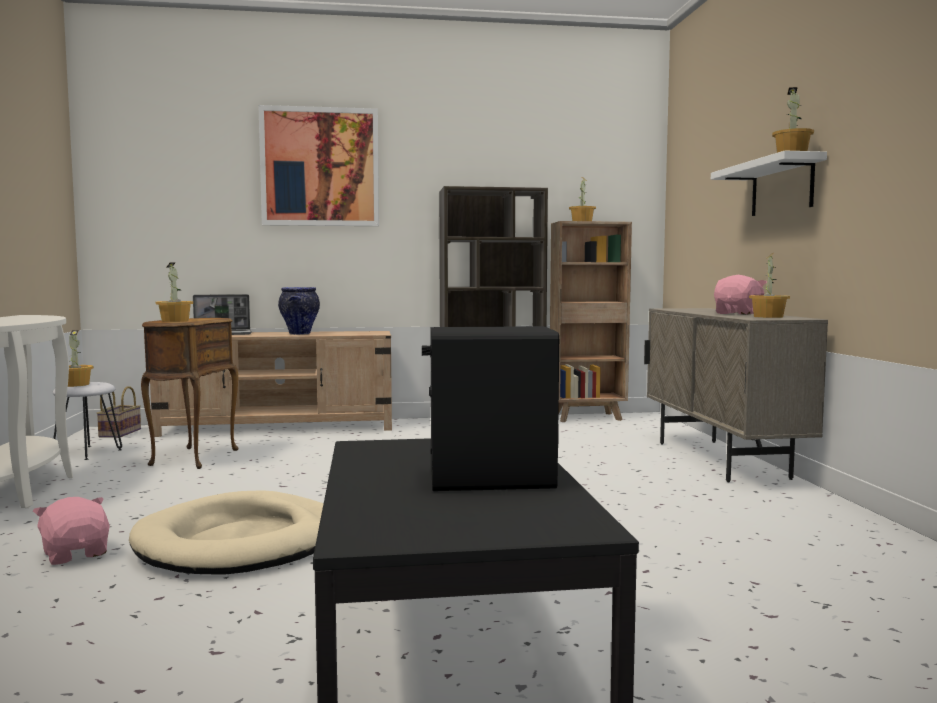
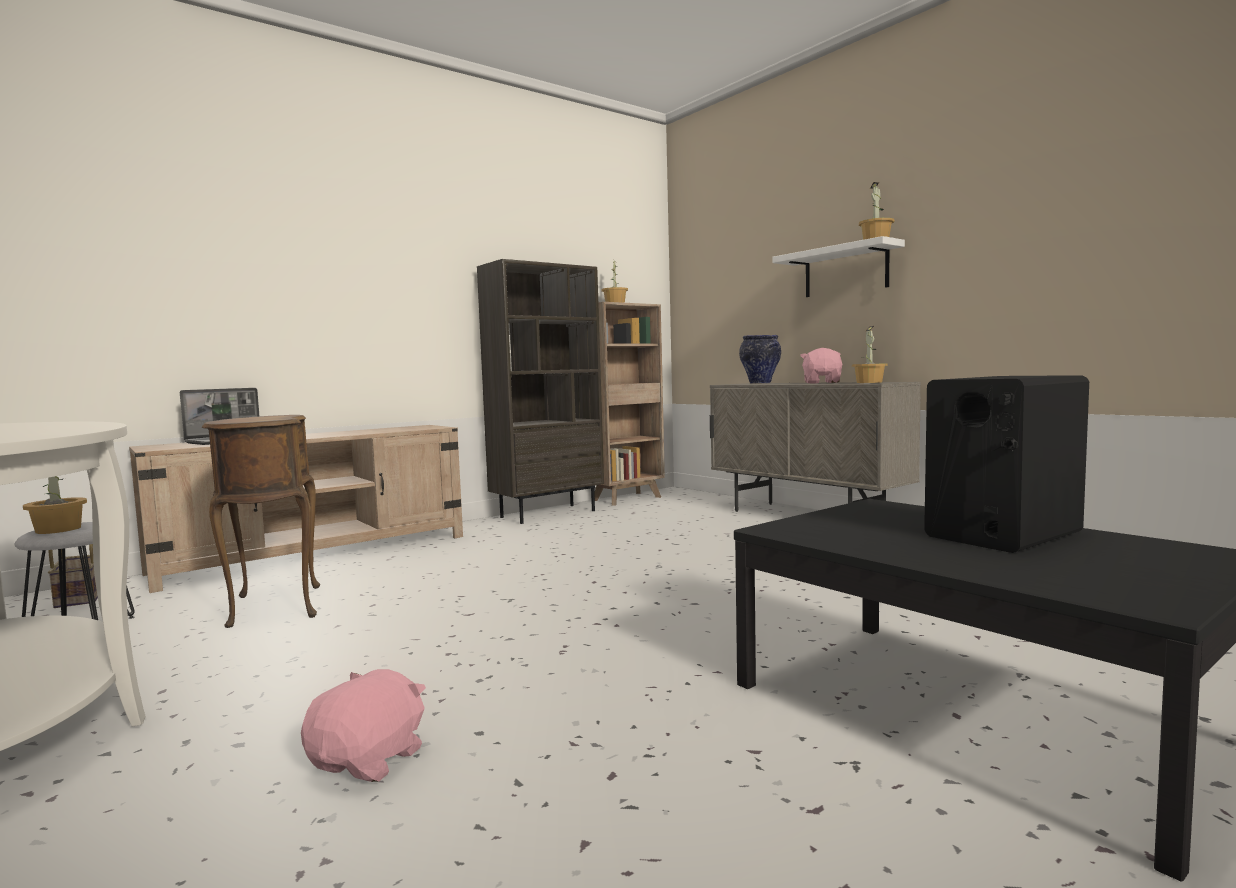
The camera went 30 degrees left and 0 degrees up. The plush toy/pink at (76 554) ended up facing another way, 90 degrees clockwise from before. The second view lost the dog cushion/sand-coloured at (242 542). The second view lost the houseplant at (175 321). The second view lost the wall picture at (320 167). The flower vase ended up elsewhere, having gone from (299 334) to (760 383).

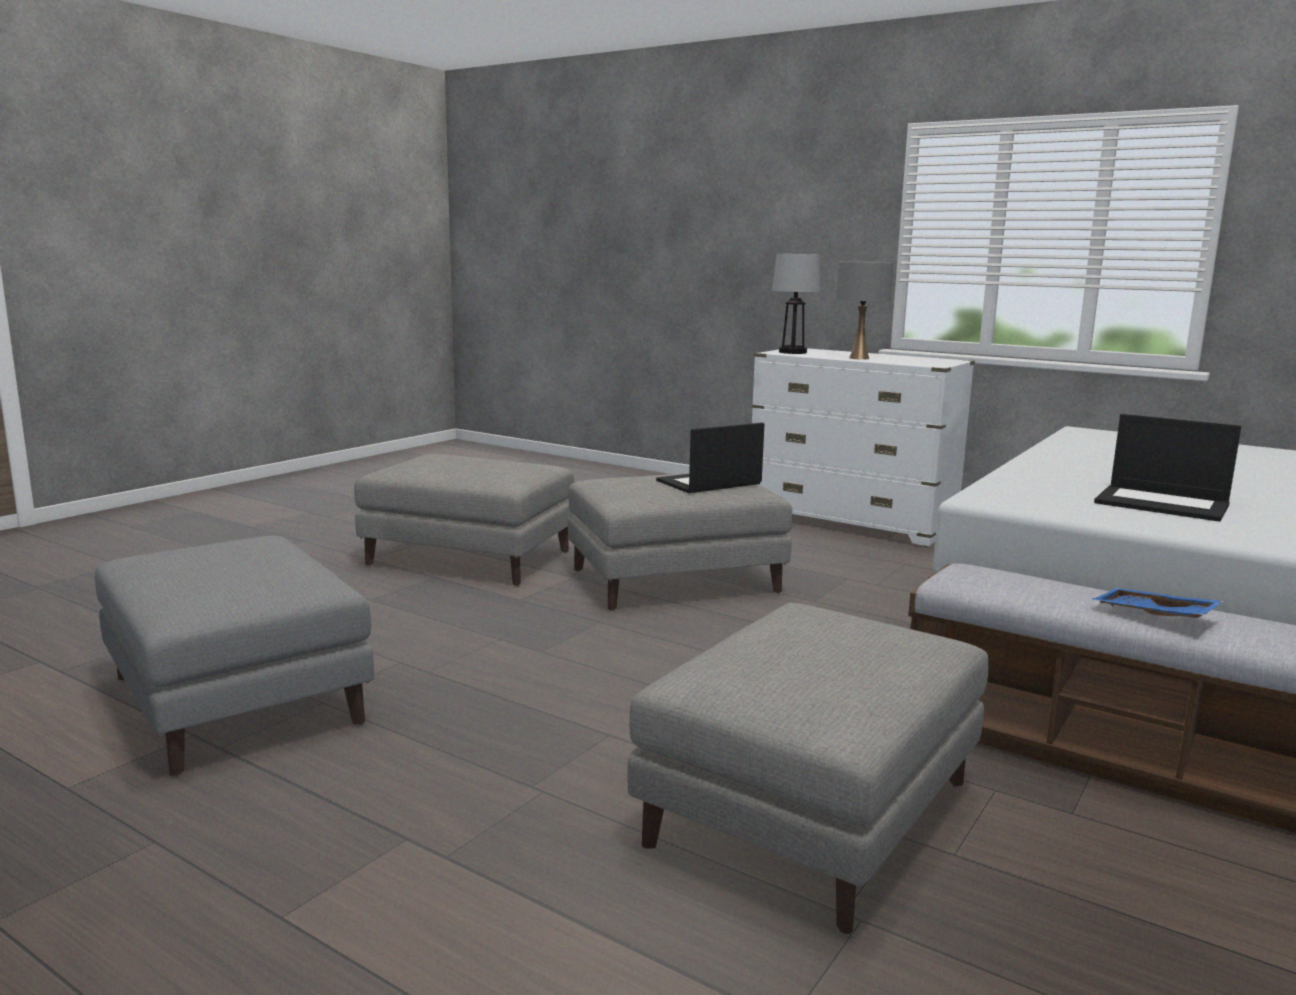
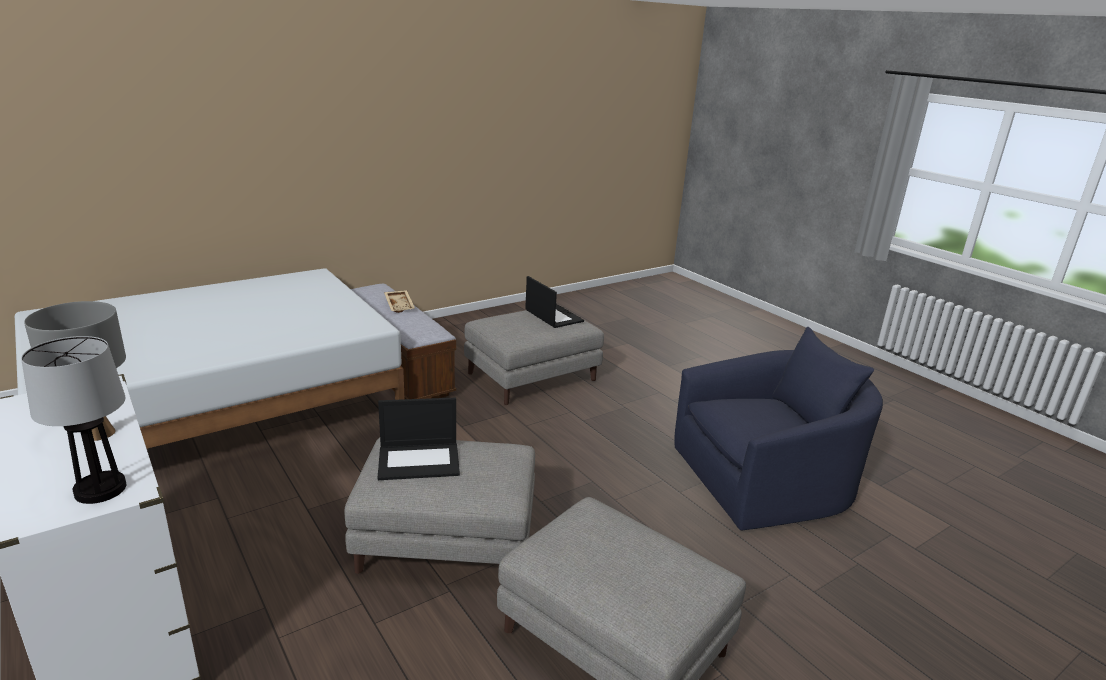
The camera went 160 degrees left and 10 degrees up. Where the footrest/gray stood at (234 700), the lounge chair/blue came to stand at (766 482). What was the tray/blue at (1153 616) turned into the tray/sand-coloured at (400 306). The notebook computer ended up elsewhere, having gone from (1163 504) to (553 316).

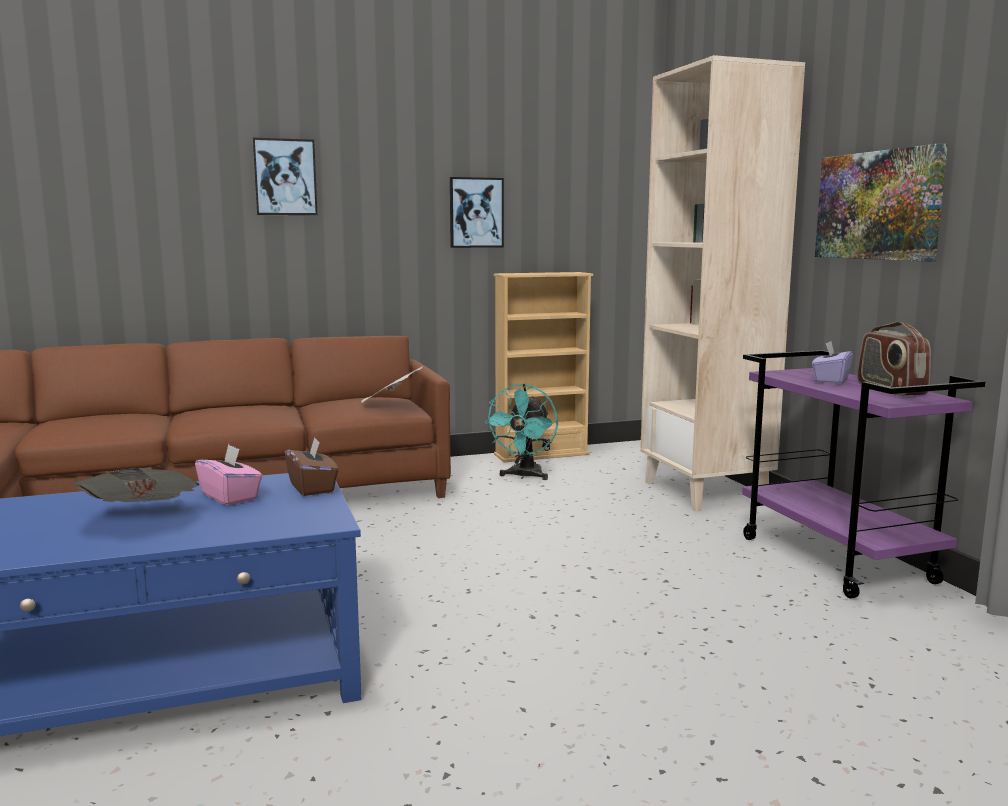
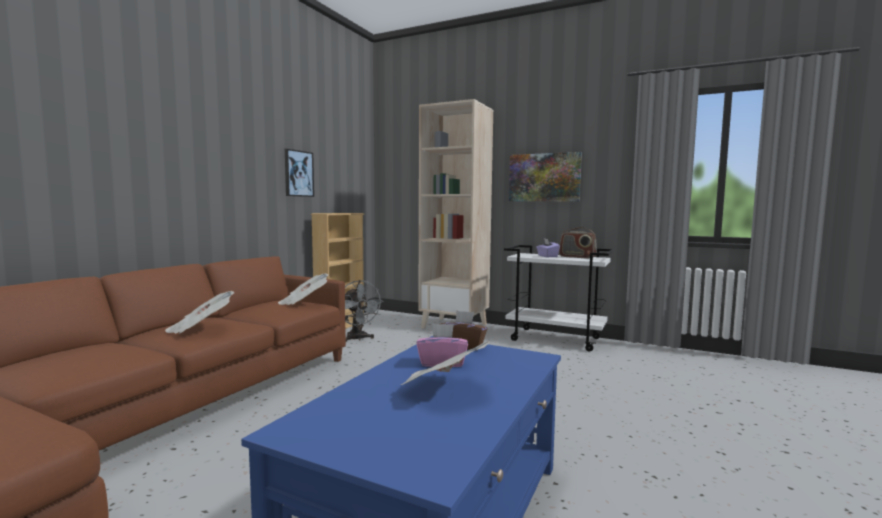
The camera went 45 degrees left and 5 degrees down. The second view lost the wall picture at (285 177). What was the electric fan/turquoise at (524 476) turned into the electric fan/gray at (358 339). What was the wheeled cart/purplish at (838 560) turned into the wheeled cart/white-coloured at (556 339). The second view gained the daily paper at (200 329).

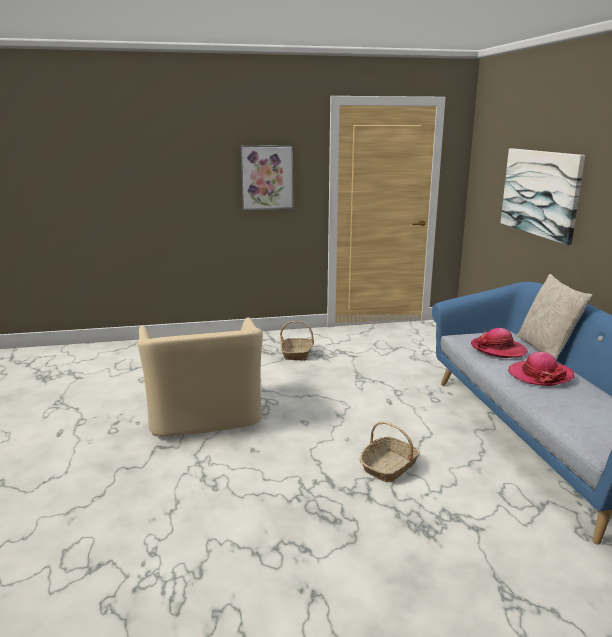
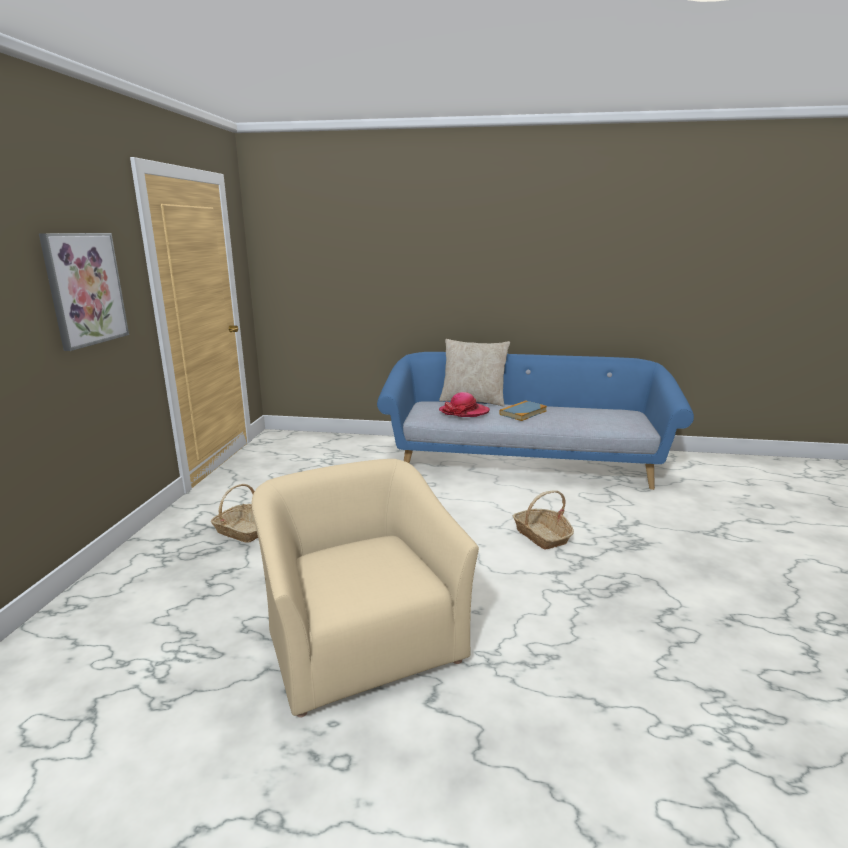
The camera went 70 degrees left and 0 degrees up. The lounge chair/sand-coloured at (204 415) ended up facing another way, 120 degrees counterclockwise from before. The second view lost the wall picture at (540 193). Where the hat stood at (540 375), the bound book came to stand at (523 413).

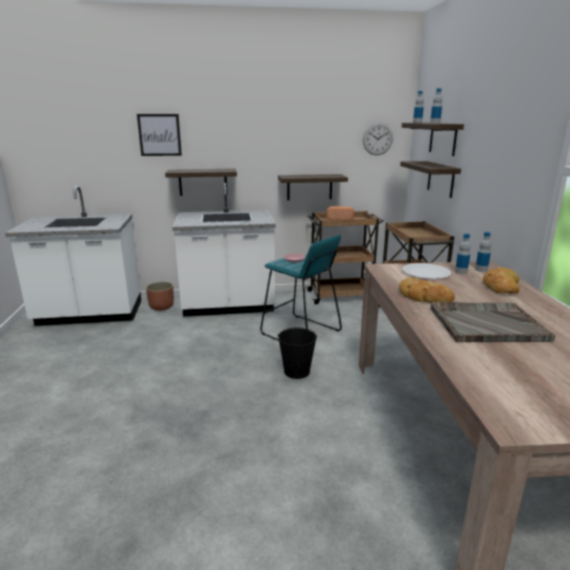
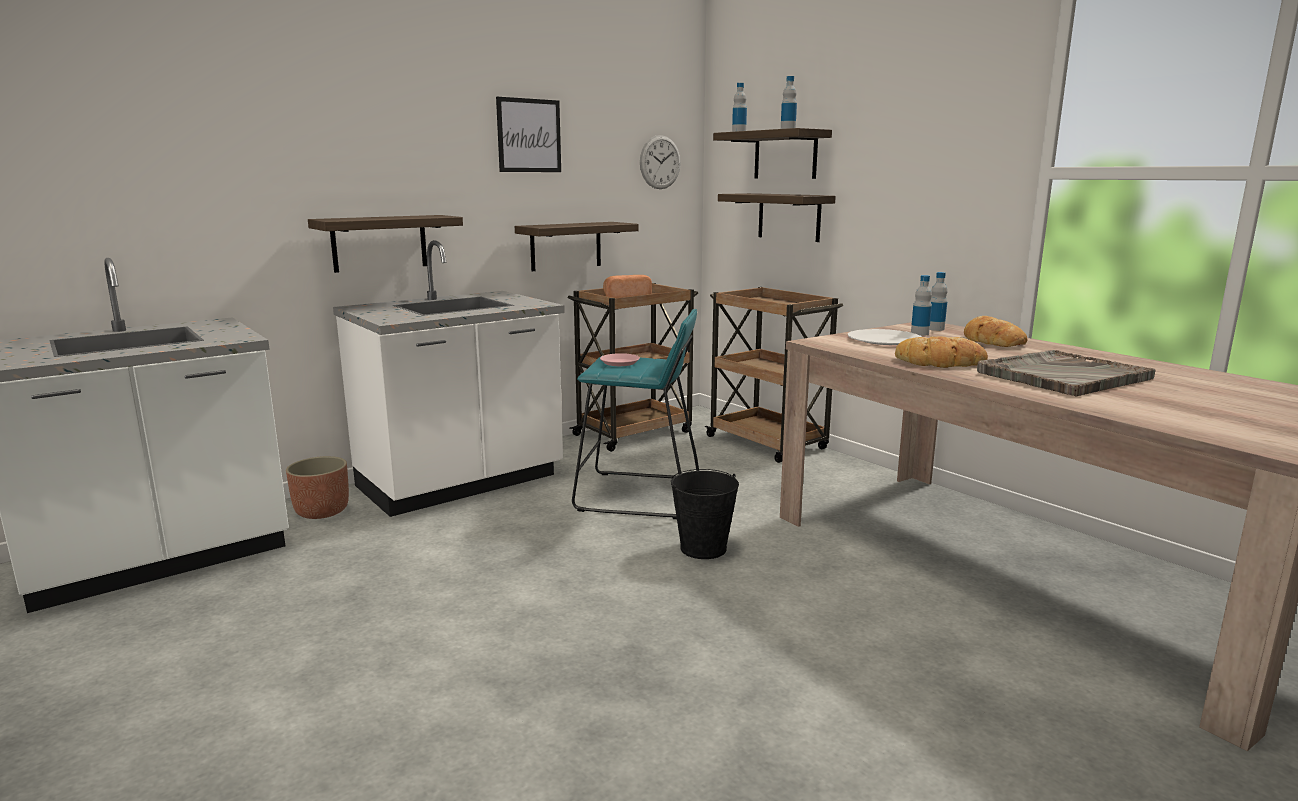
The camera went 30 degrees left and 5 degrees down. The wall picture ended up elsewhere, having gone from (159 135) to (529 135).

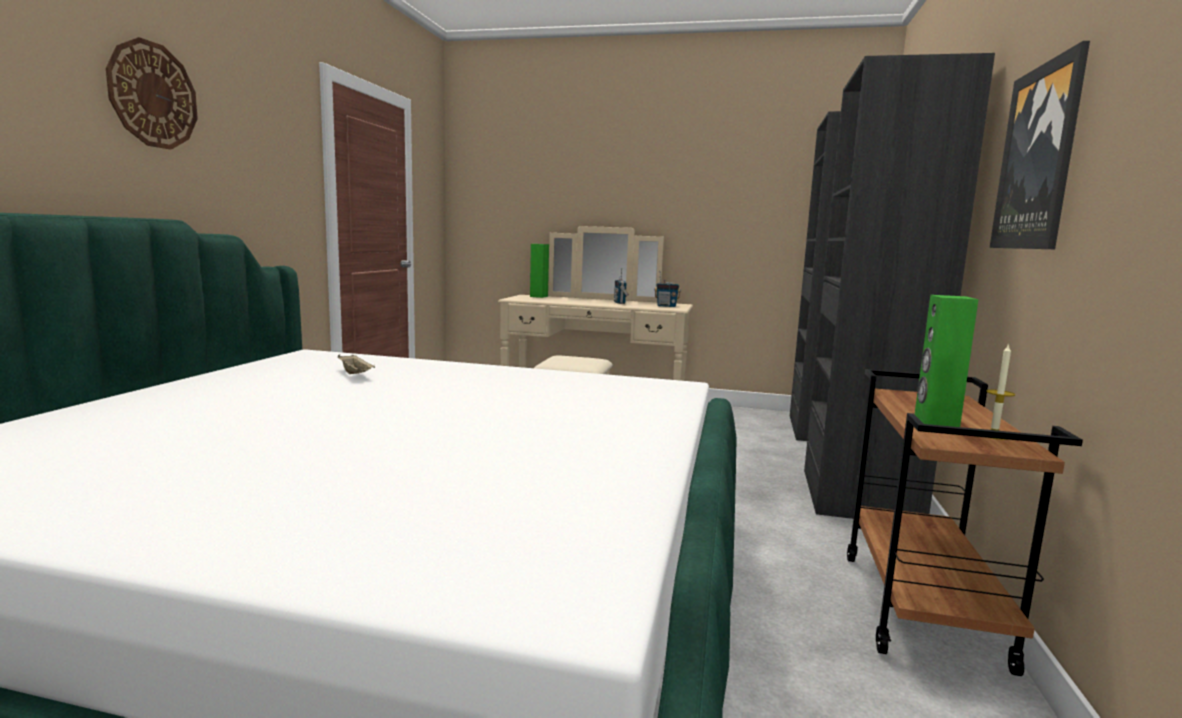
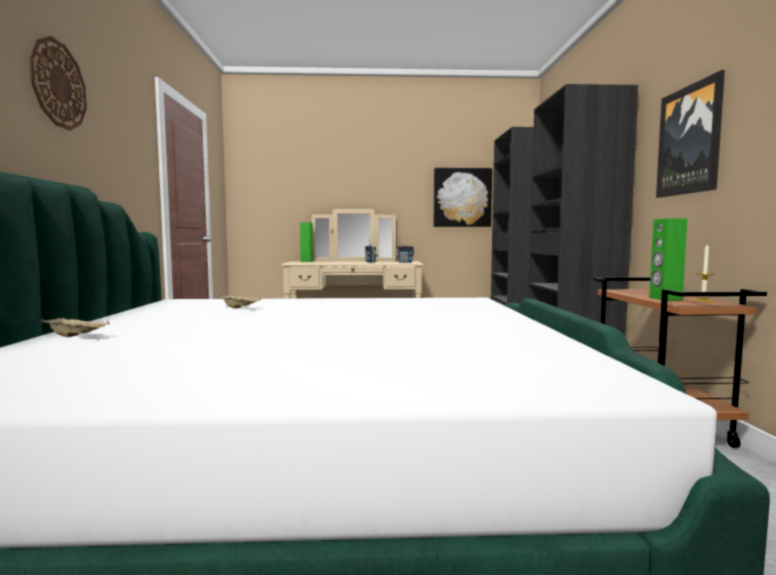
The camera went 15 degrees left and 5 degrees down. The second view gained the tray/sand-coloured at (77 336). The second view gained the wall picture at (462 197).

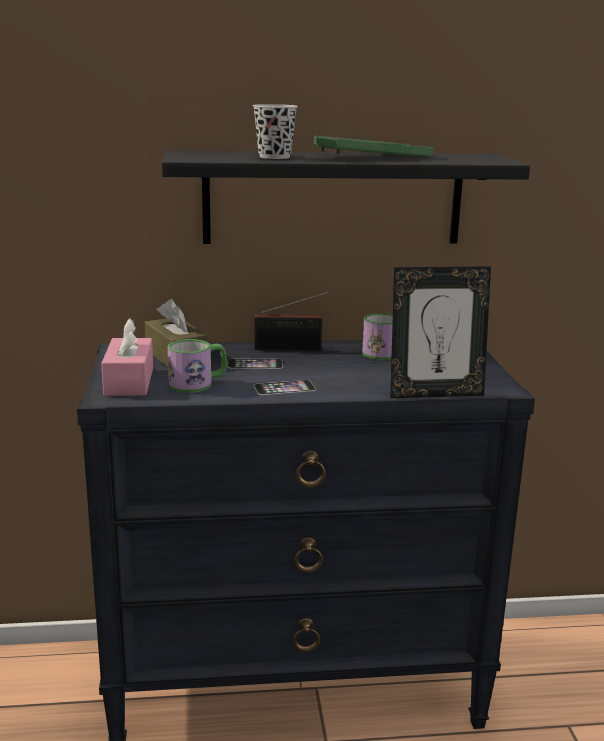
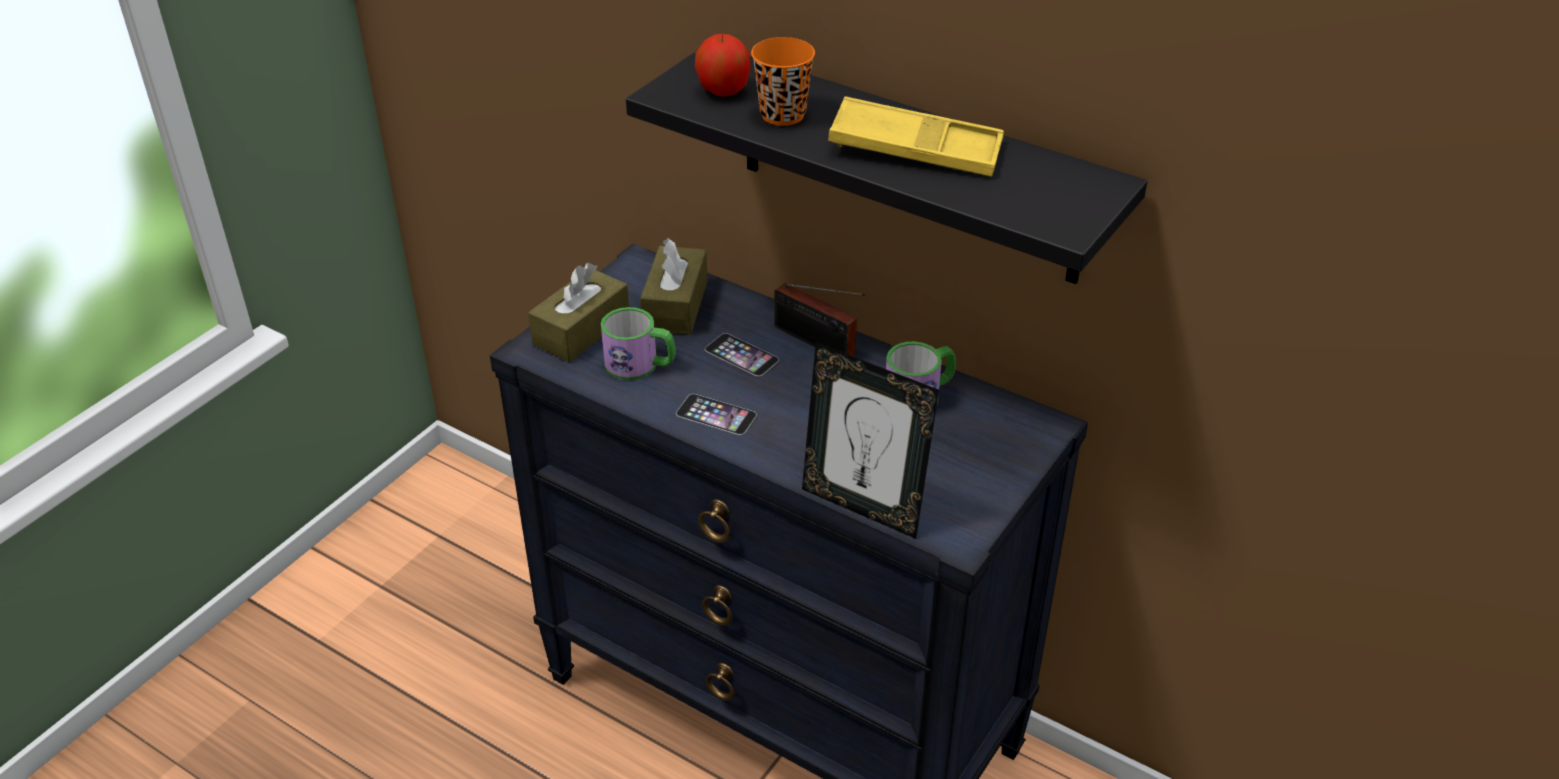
The camera went 40 degrees right and 20 degrees up. What was the tissue box/pink at (129 381) turned into the tissue box/brown at (581 330). What was the small cup/black at (274 157) turned into the small cup/orangey at (783 115). What was the tray/green at (373 157) turned into the tray/yellowish at (915 149). The second view gained the whole apple at (723 91).

